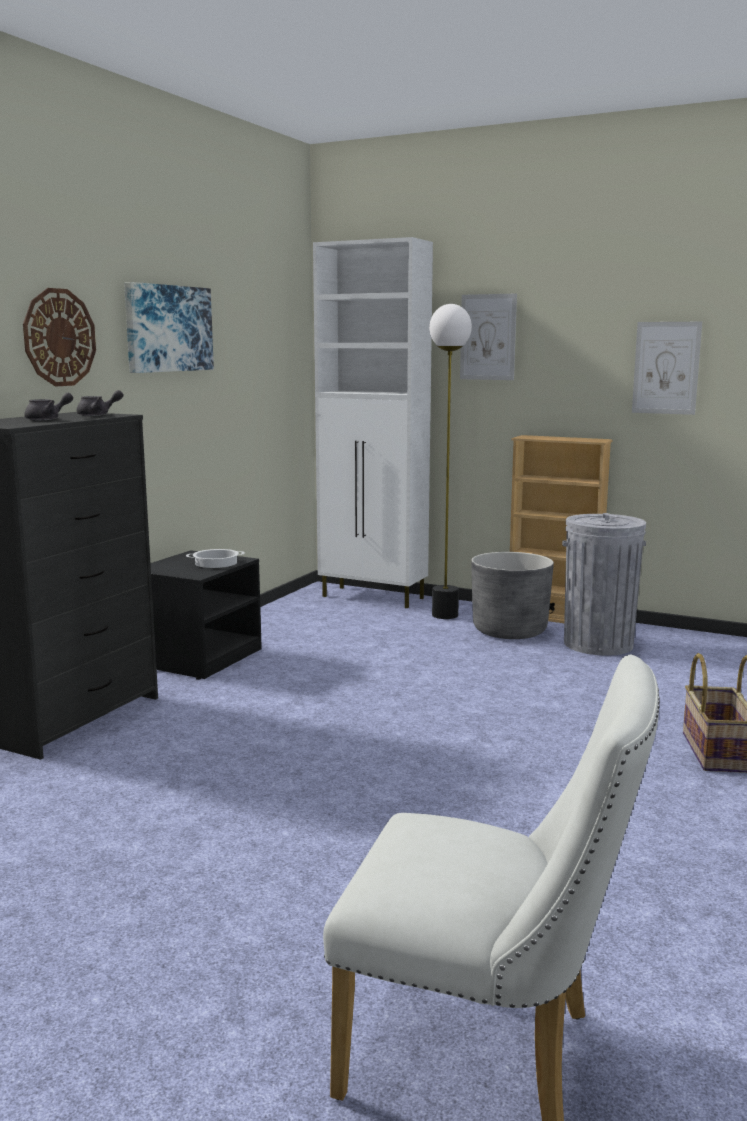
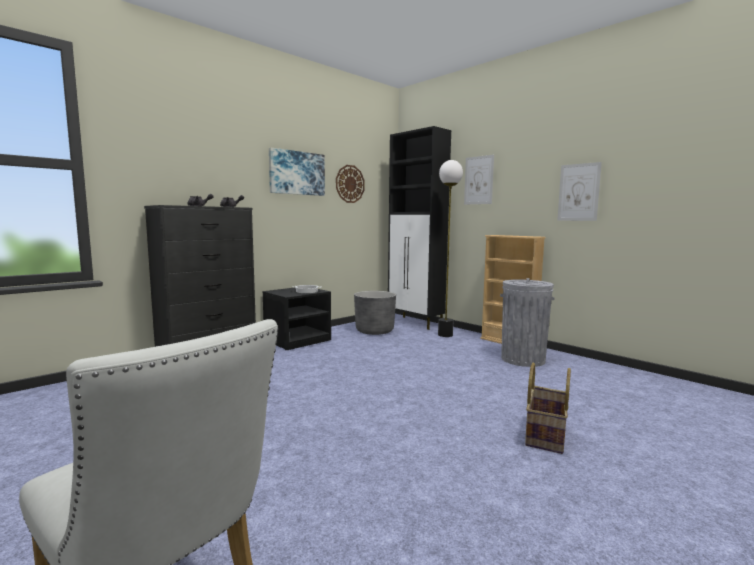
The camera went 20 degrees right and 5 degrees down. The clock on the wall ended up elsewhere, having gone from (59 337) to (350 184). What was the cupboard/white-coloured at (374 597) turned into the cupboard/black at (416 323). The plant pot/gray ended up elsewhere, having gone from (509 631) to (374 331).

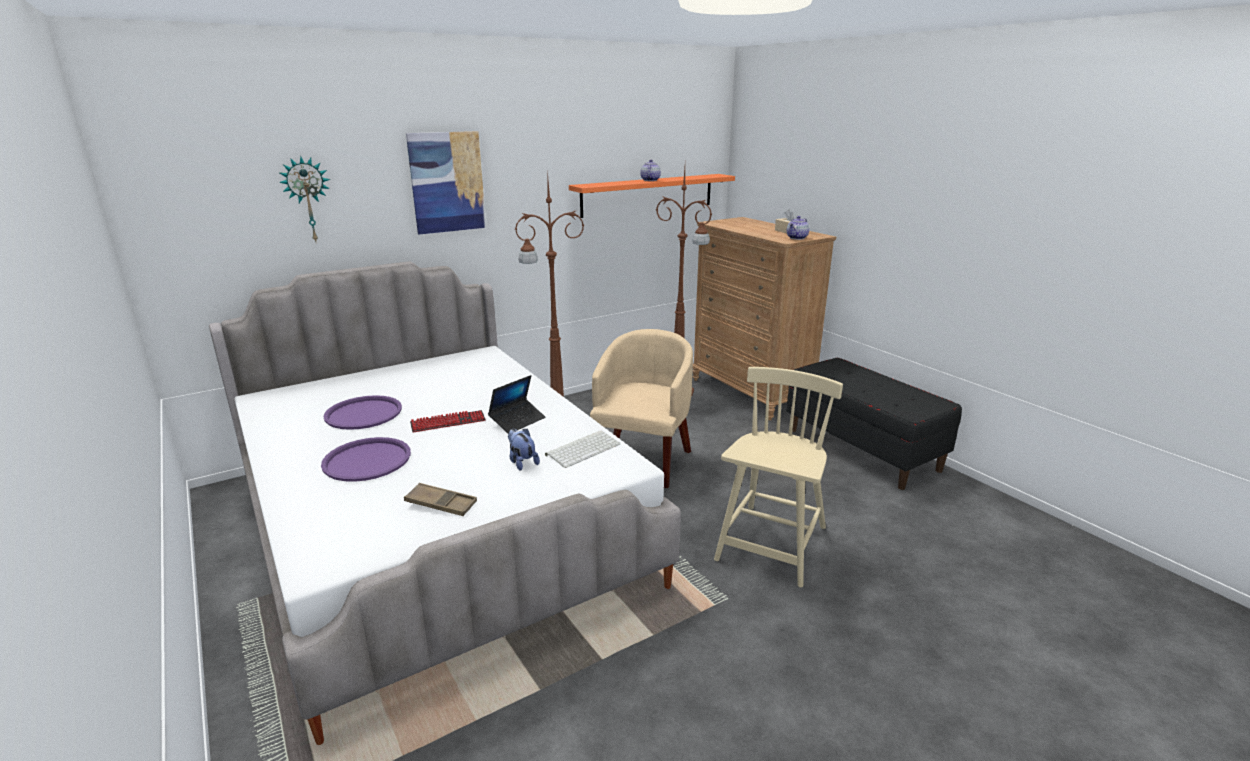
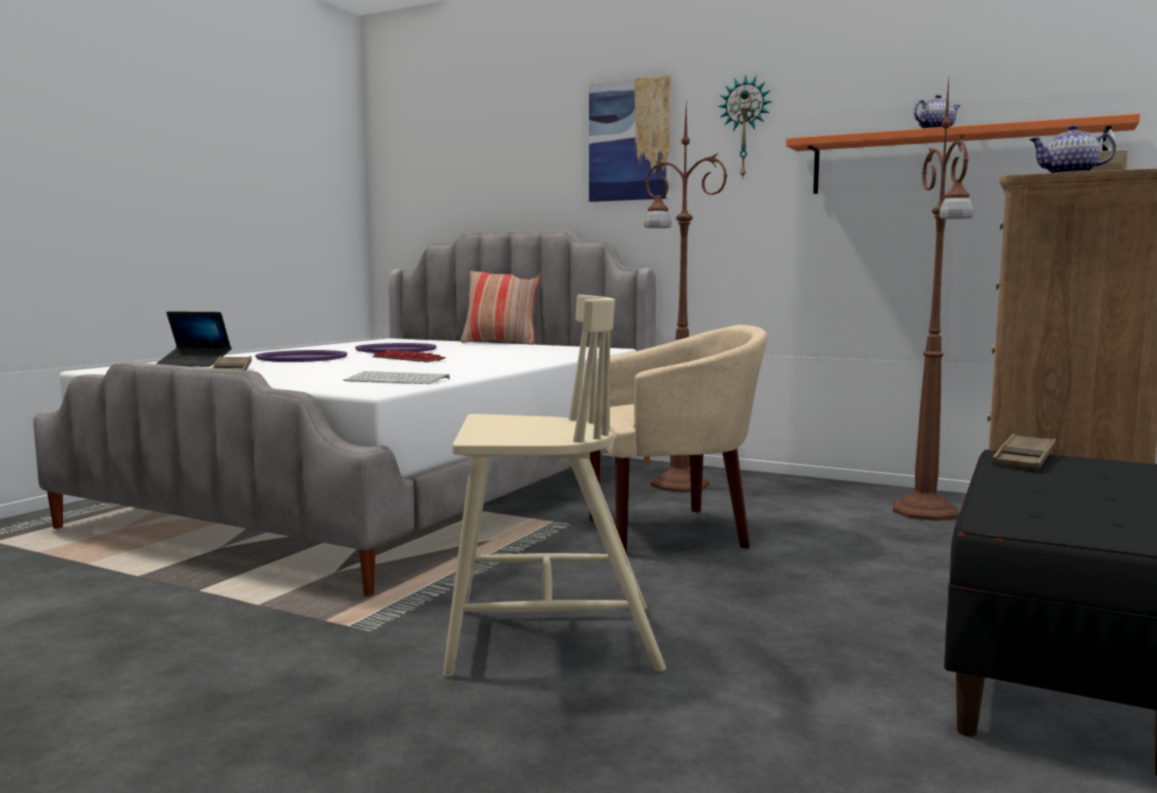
The camera went 60 degrees right and 15 degrees down. The clock on the wall ended up elsewhere, having gone from (307 200) to (745 127). The notebook computer ended up elsewhere, having gone from (517 421) to (194 364). The second view lost the plush toy at (522 462). The second view gained the pillow at (501 343). The second view gained the tray/brown at (1024 460).

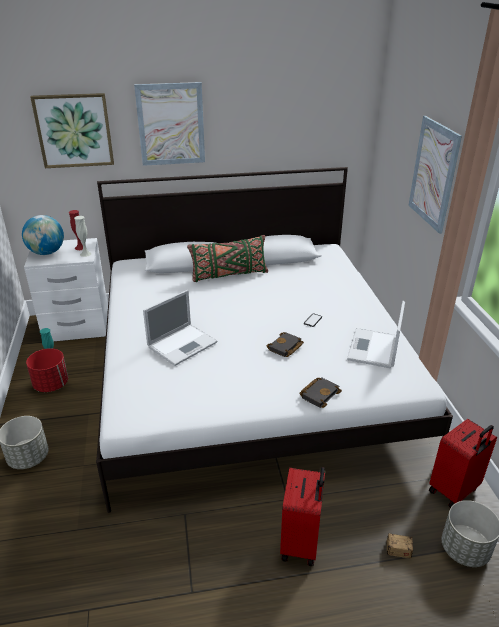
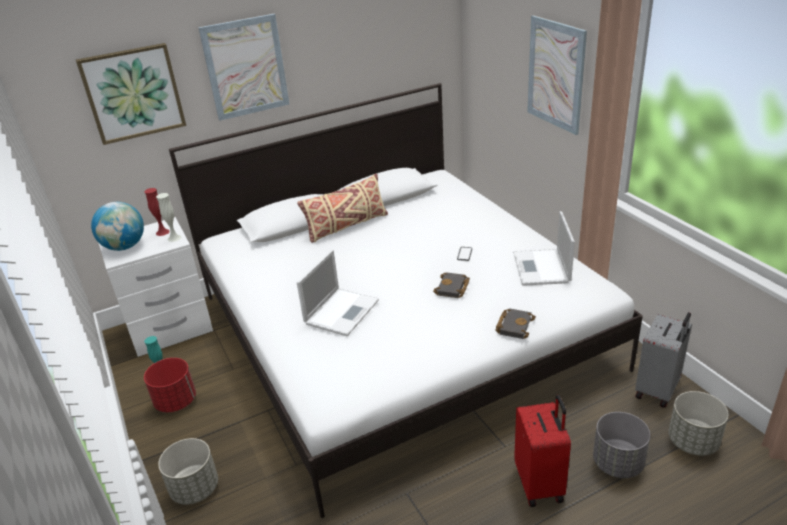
The camera went 15 degrees left and 0 degrees up. What was the pillow/green at (229 274) turned into the pillow/sand-coloured at (346 226). Where the storage container stood at (382 547), the plant pot/gray came to stand at (618 463). What was the suitcase/reddish at (454 490) turned into the suitcase/gray at (658 390).

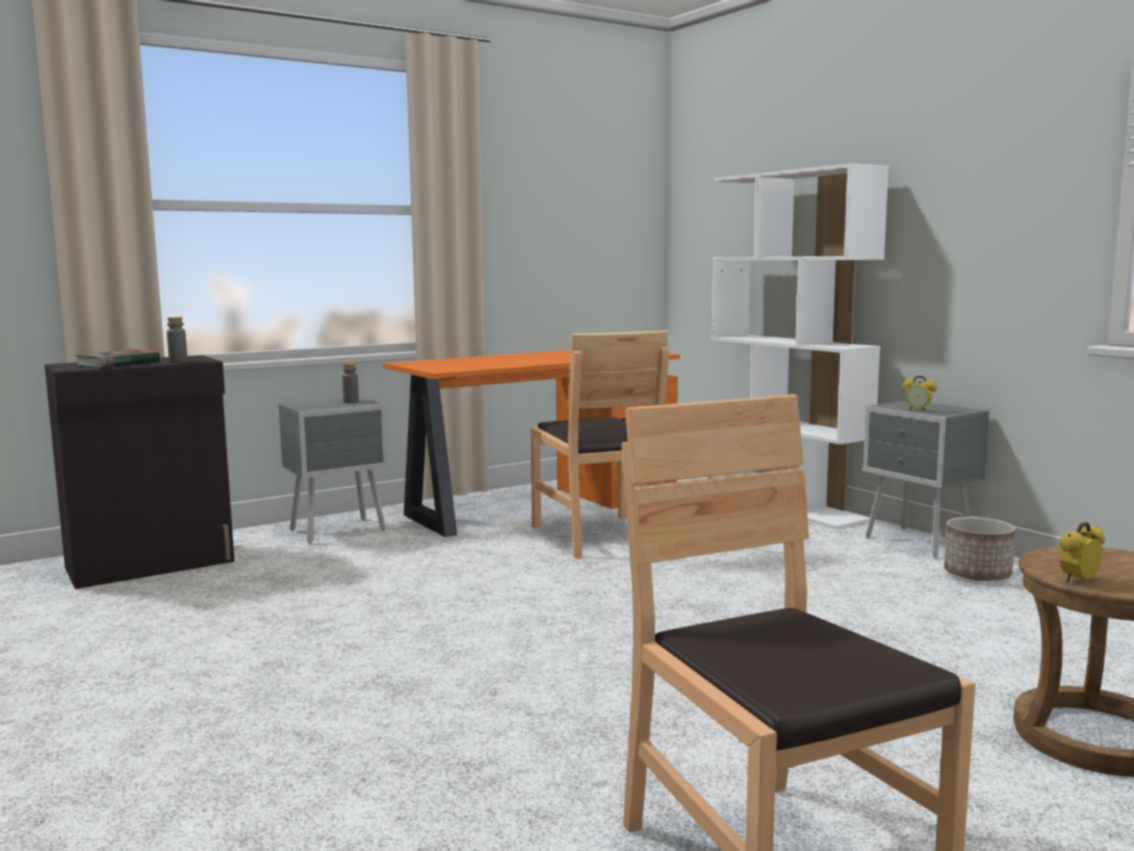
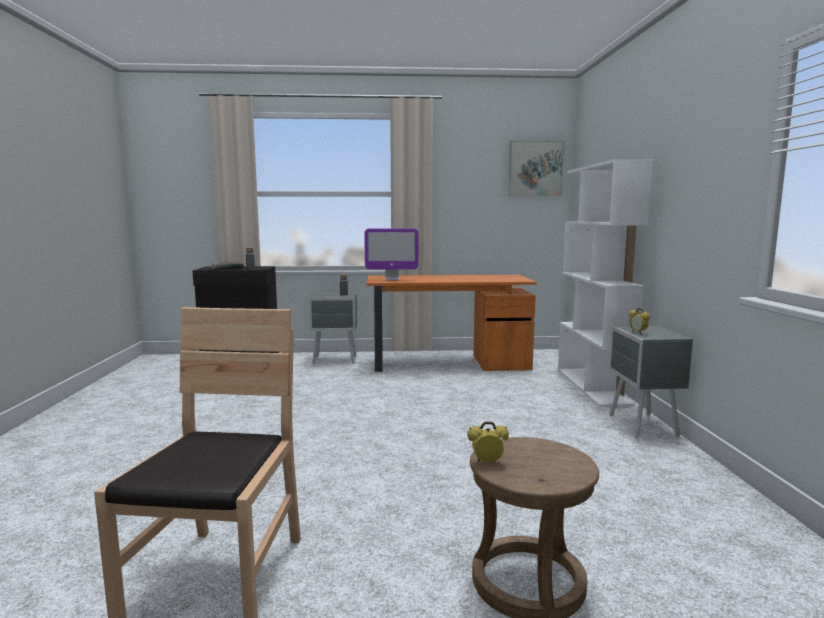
The camera went 30 degrees right and 0 degrees up. The second view lost the upright chair/brown at (598 536). The second view lost the plant pot at (977 575). The second view gained the monitor at (391 279). The second view gained the wall picture at (535 169).

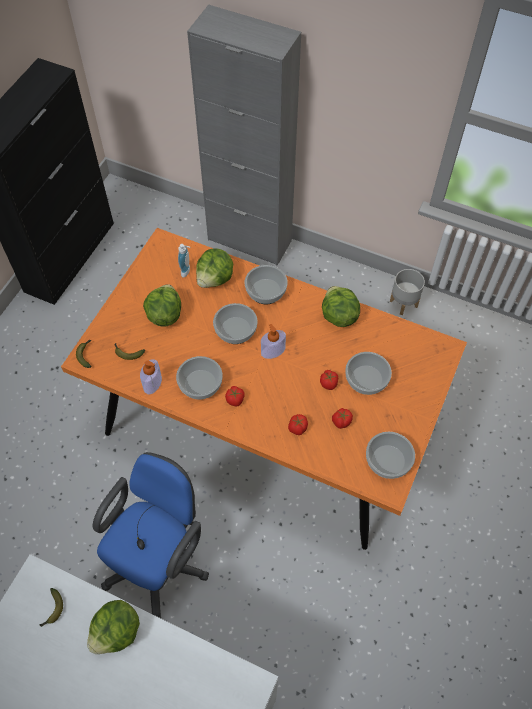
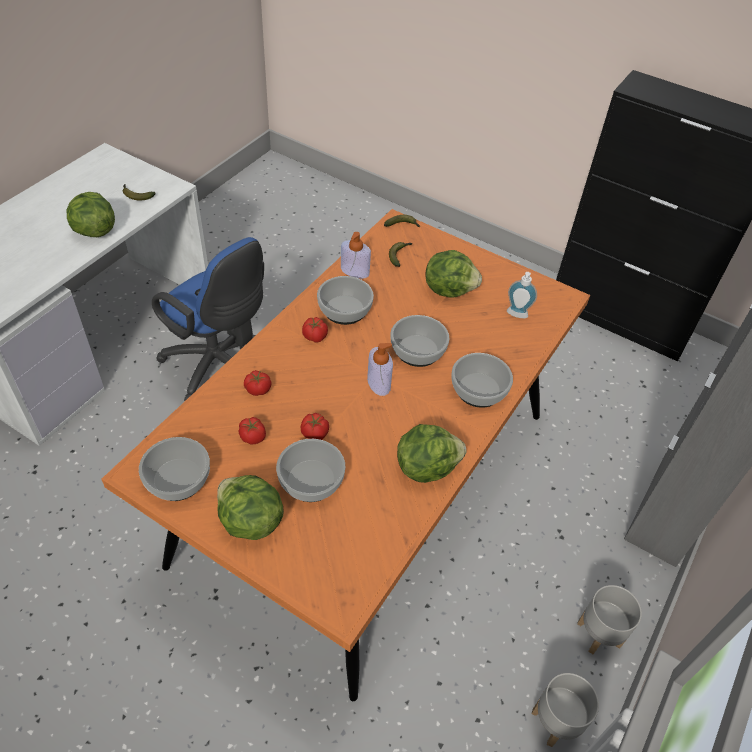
The camera went 95 degrees right and 10 degrees down. The lettuce ended up elsewhere, having gone from (215 279) to (250 522). The second view gained the plant pot/gray at (598 633).

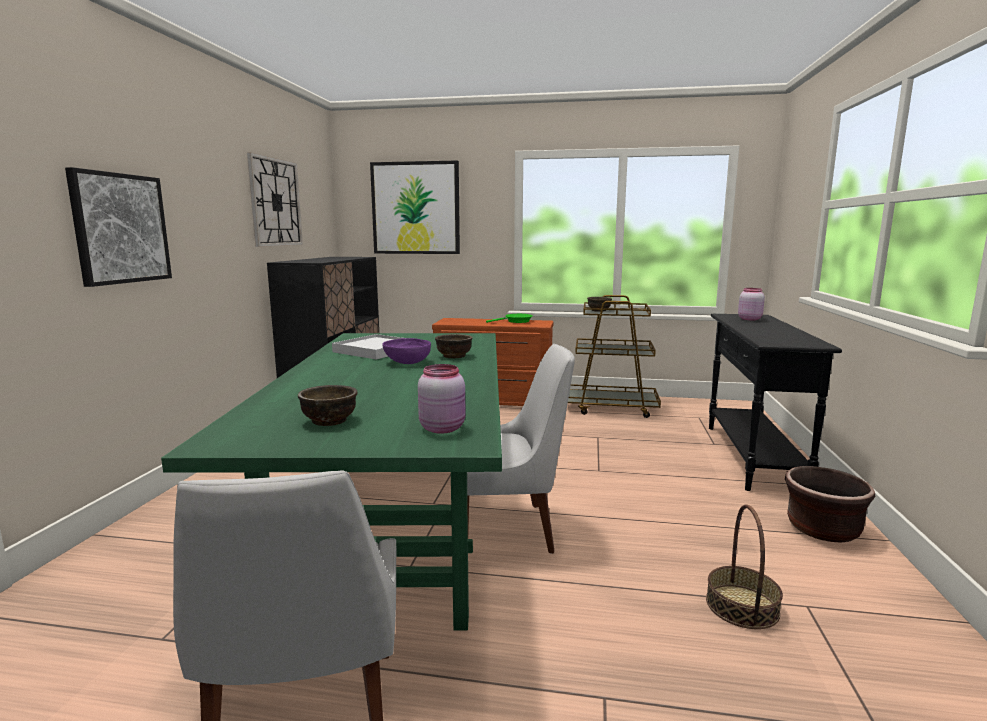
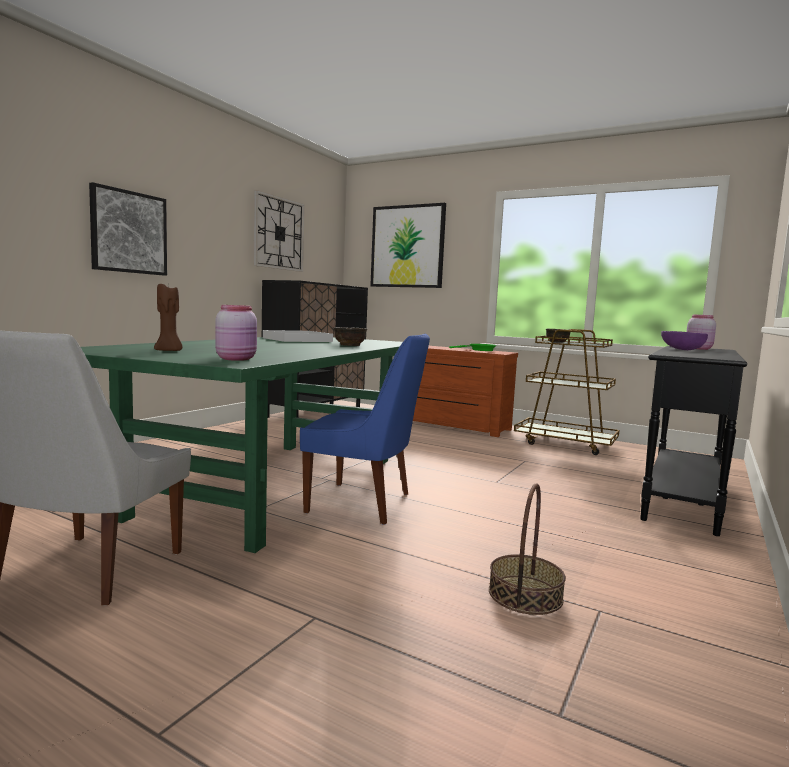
The camera went 20 degrees right and 5 degrees down. Where the deep dish/brown stood at (329 421), the wax light/brown came to stand at (169 351). The deep dish/purplish ended up elsewhere, having gone from (407 362) to (682 349). What was the upright chair/white-coloured at (508 529) turned into the upright chair/blue at (364 503). The second view lost the plant pot/brown at (822 529).

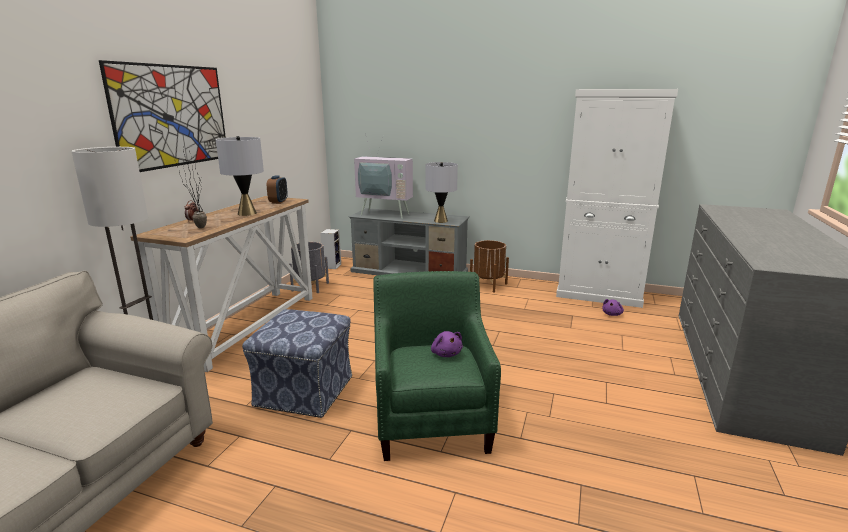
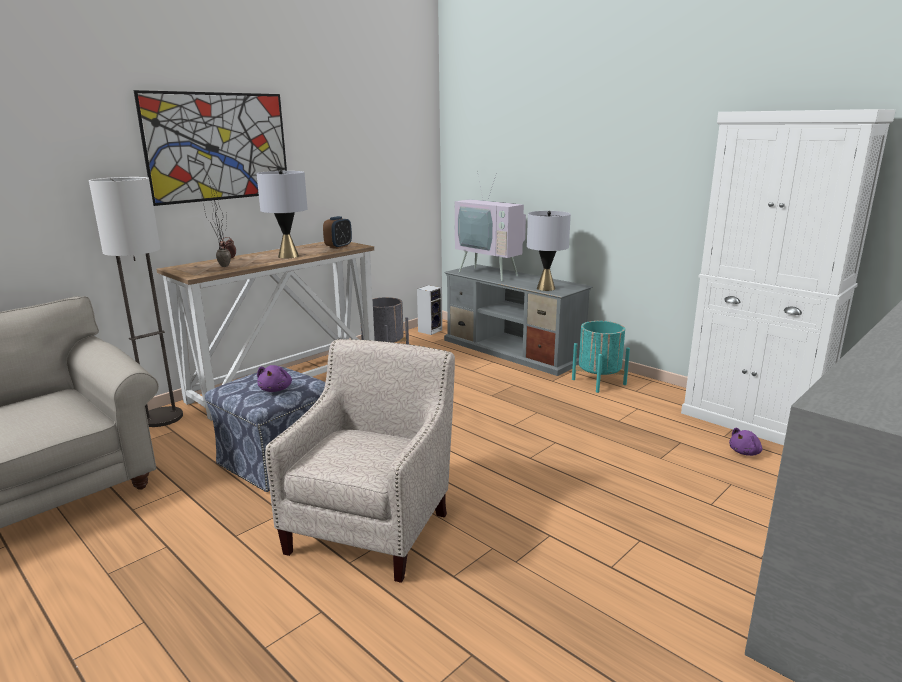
The camera went 25 degrees right and 0 degrees up. What was the lounge chair/green at (432 420) turned into the lounge chair/sand-coloured at (374 526). The plush toy/purplish ended up elsewhere, having gone from (446 353) to (276 389). What was the plant pot/brown at (488 285) turned into the plant pot/turquoise at (598 382).

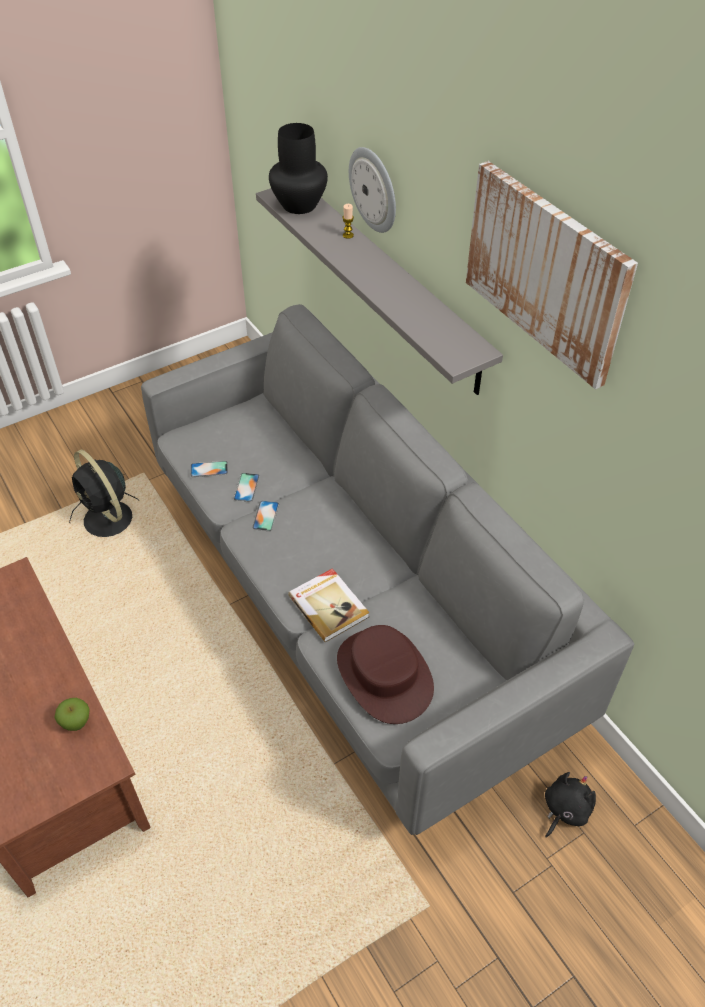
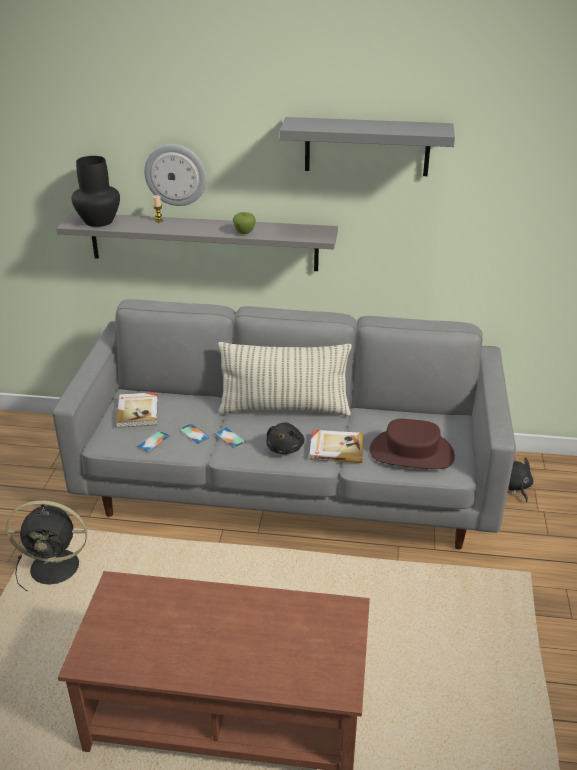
The camera went 50 degrees left and 15 degrees down. The whole apple ended up elsewhere, having gone from (76 722) to (244 232). Where the wall picture hung at (546 272), the shelf/gray came to hang at (367 146). The second view gained the bound book at (138 411). The second view gained the pillow at (284 409). The second view gained the plush toy/black at (285 448).

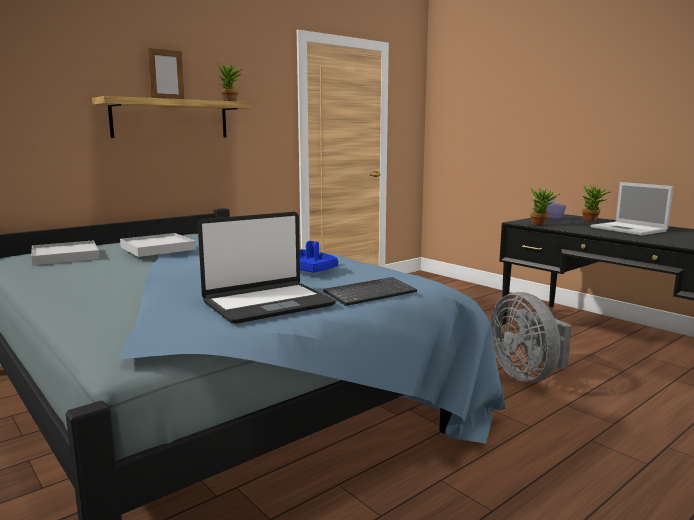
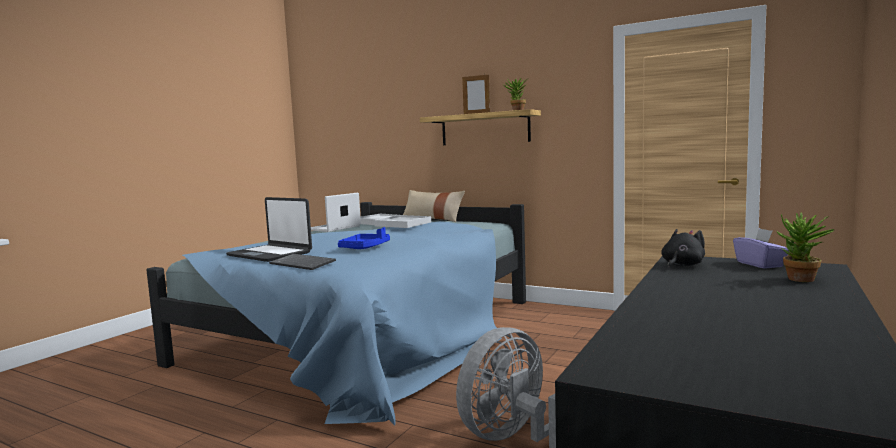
The camera went 70 degrees right and 5 degrees down. Where the houseplant stood at (541 224), the plush toy/black came to stand at (681 265). The notebook computer ended up elsewhere, having gone from (629 229) to (333 228). The second view gained the pillow/sand-coloured at (432 219).

